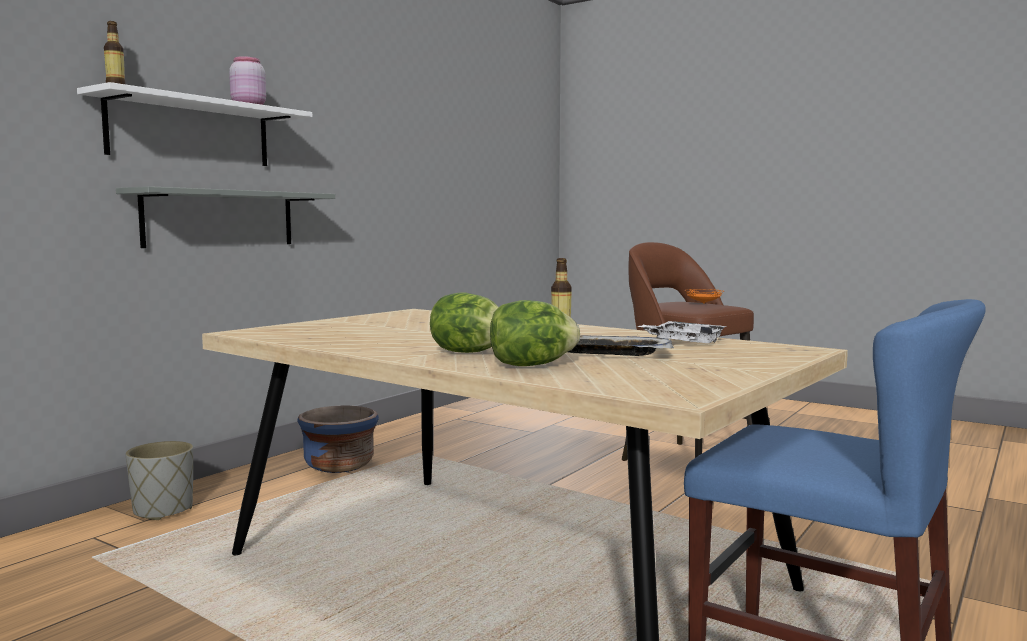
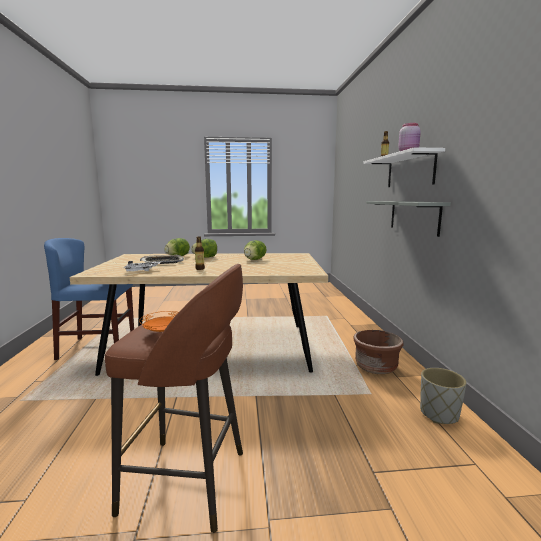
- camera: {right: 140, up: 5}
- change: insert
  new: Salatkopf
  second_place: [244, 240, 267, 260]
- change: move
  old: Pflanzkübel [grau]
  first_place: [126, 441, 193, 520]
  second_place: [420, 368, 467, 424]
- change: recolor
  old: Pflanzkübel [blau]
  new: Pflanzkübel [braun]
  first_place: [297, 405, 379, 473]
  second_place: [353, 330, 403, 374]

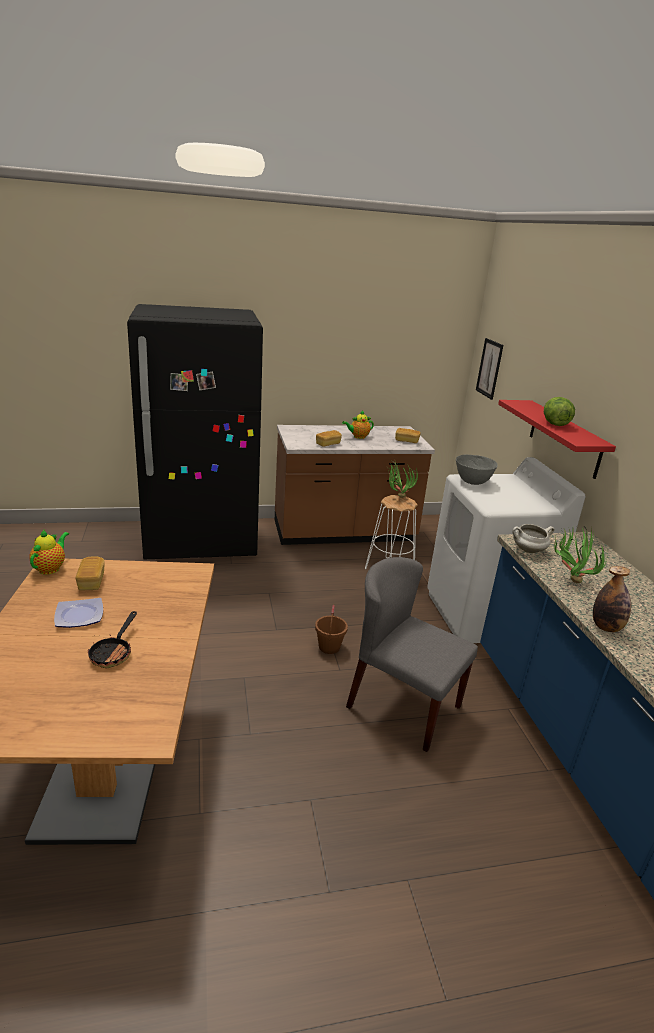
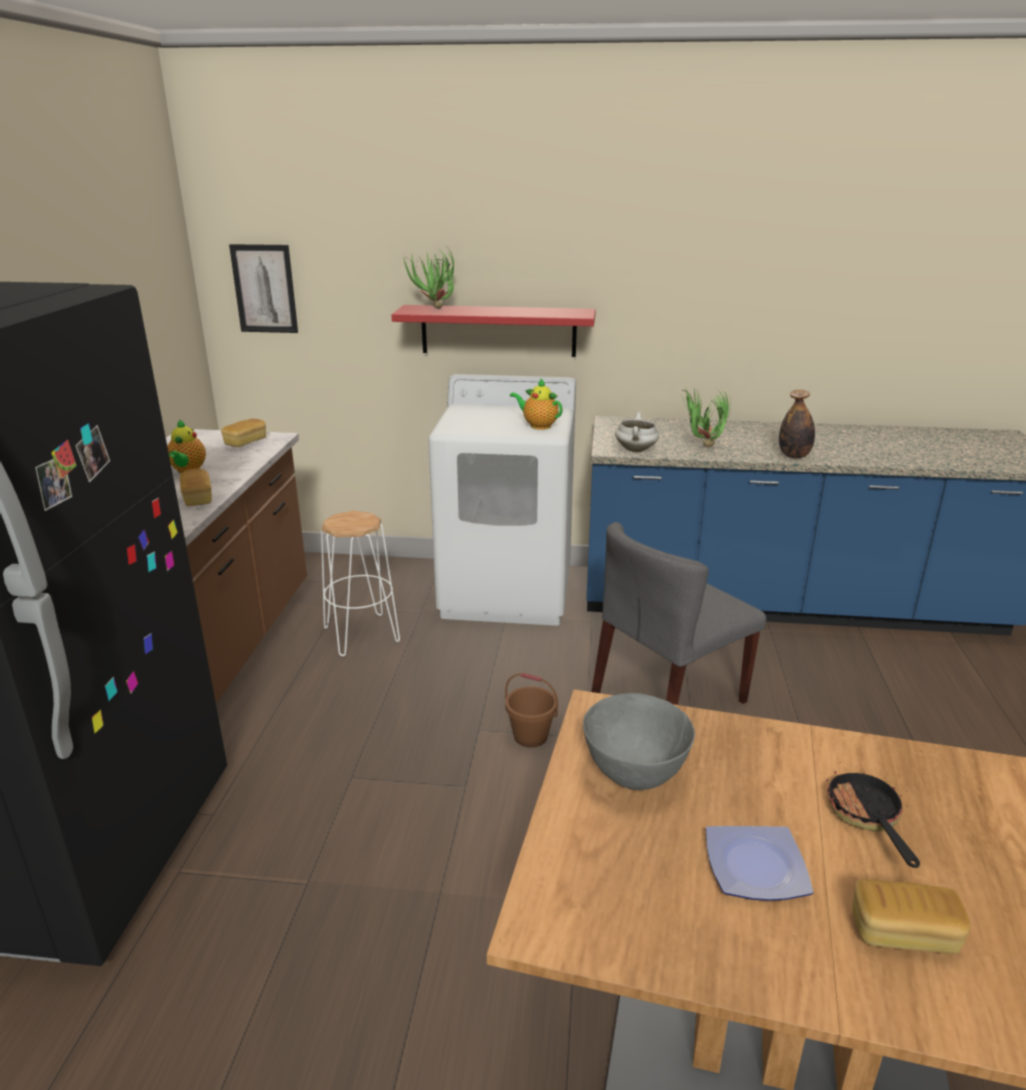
- camera: {right: -70, up: 0}
- change: delete
  old: Salatkopf
  first_place: [544, 397, 575, 426]
- change: move
  old: Teekanne
  first_place: [29, 530, 69, 575]
  second_place: [510, 378, 563, 430]
- change: move
  old: Brot
  first_place: [76, 557, 105, 590]
  second_place: [852, 879, 970, 954]
- change: move
  old: Topfpflanze
  first_place: [387, 461, 418, 498]
  second_place: [403, 250, 455, 309]
- change: move
  old: Schüssel [grau]
  first_place: [456, 455, 497, 485]
  second_place: [583, 693, 695, 790]
- change: rotate
  old: Pfanne
  first_place: [88, 611, 137, 668]
  second_place: [826, 771, 920, 868]
  degrees: -120

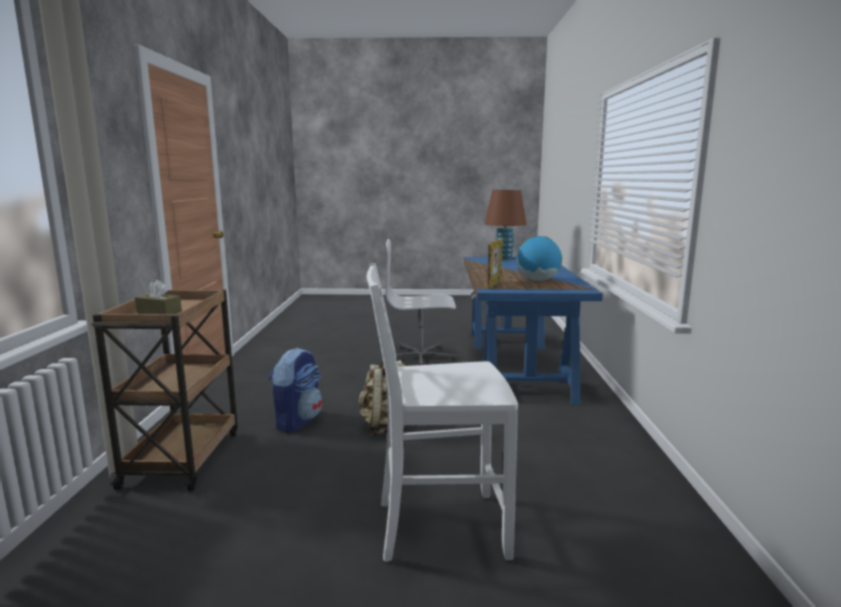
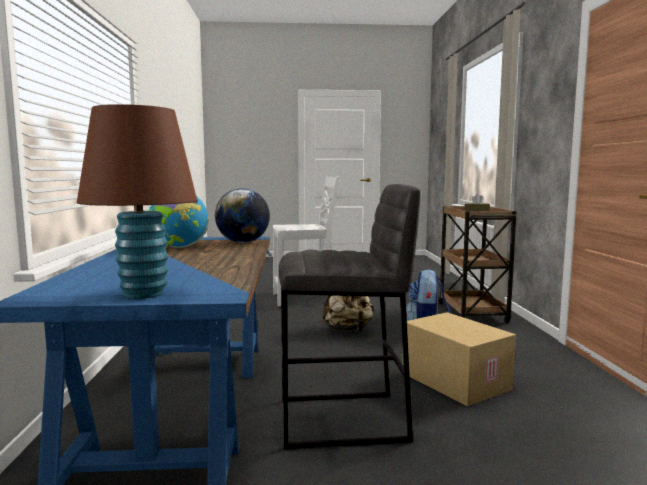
- camera: {right: 175, up: -5}
- change: insert
  new: Karton
  second_place: [402, 312, 516, 406]
- change: replace
  old: Bürostuhl [weiß]
  new: Hocker [grau]
  first_place: [386, 239, 456, 365]
  second_place: [279, 184, 421, 449]
- change: replace
  old: Bilderrahmen
  new: Globus
  first_place: [487, 238, 503, 288]
  second_place: [215, 188, 270, 243]

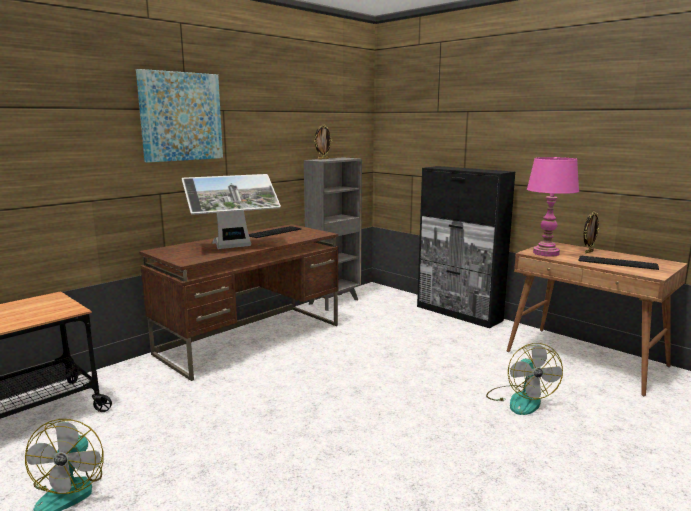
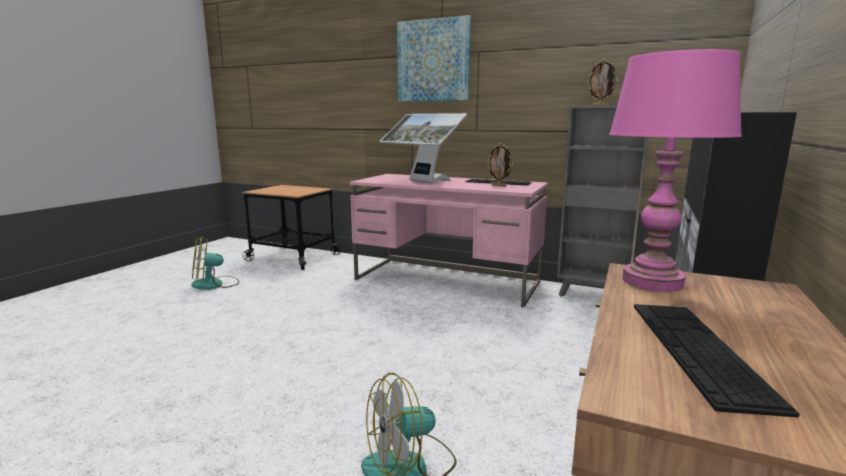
- camera: {right: 70, up: 0}
- change: move
  old: Bilderrahmen
  first_place: [583, 211, 599, 253]
  second_place: [487, 143, 513, 187]
- change: recolor
  old: Schreibtisch [braun]
  new: Schreibtisch [rosa]
  first_place: [139, 224, 338, 381]
  second_place: [350, 174, 548, 308]

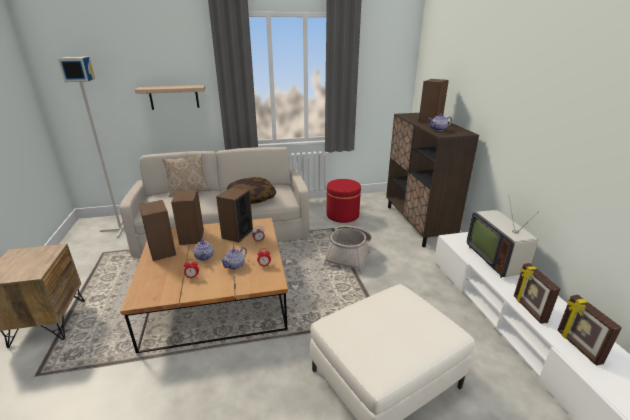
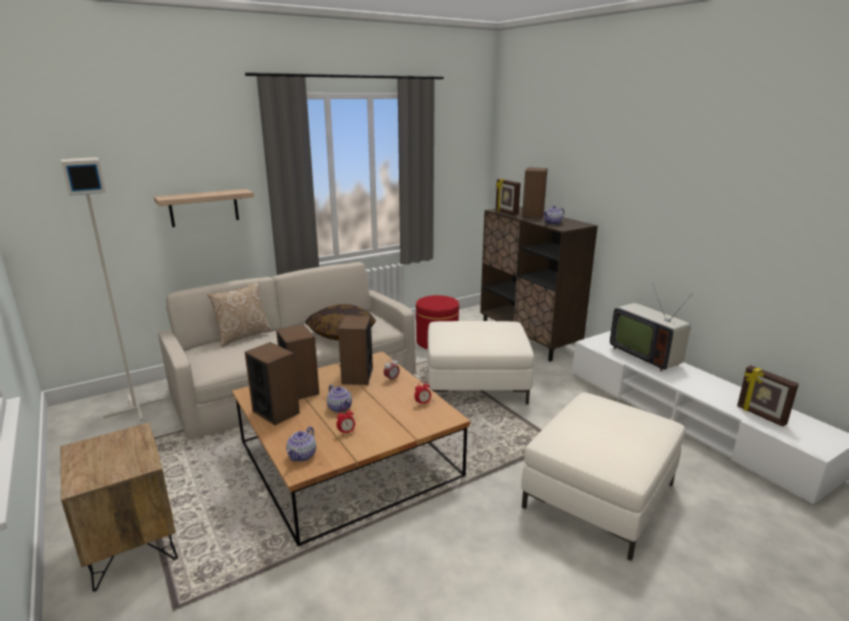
- camera: {right: -20, up: -5}
- change: move
  old: Teekanne
  first_place: [220, 247, 247, 269]
  second_place: [286, 426, 316, 462]
- change: move
  old: Bilderrahmen
  first_place: [514, 263, 560, 324]
  second_place: [496, 179, 521, 215]
- change: replace
  old: Korb
  new: Polsterhocker [weiß]
  first_place: [323, 225, 372, 273]
  second_place: [427, 321, 534, 404]

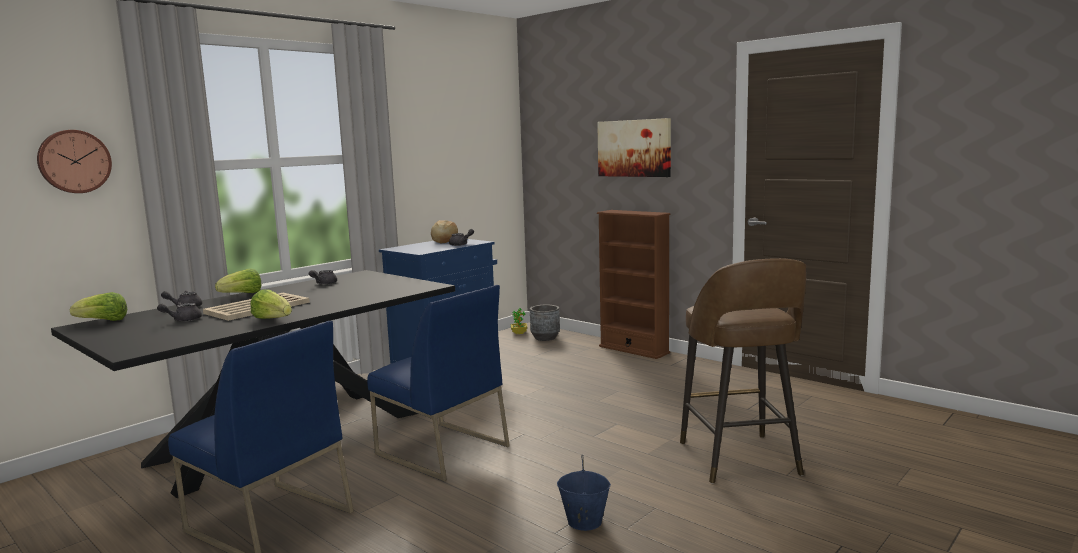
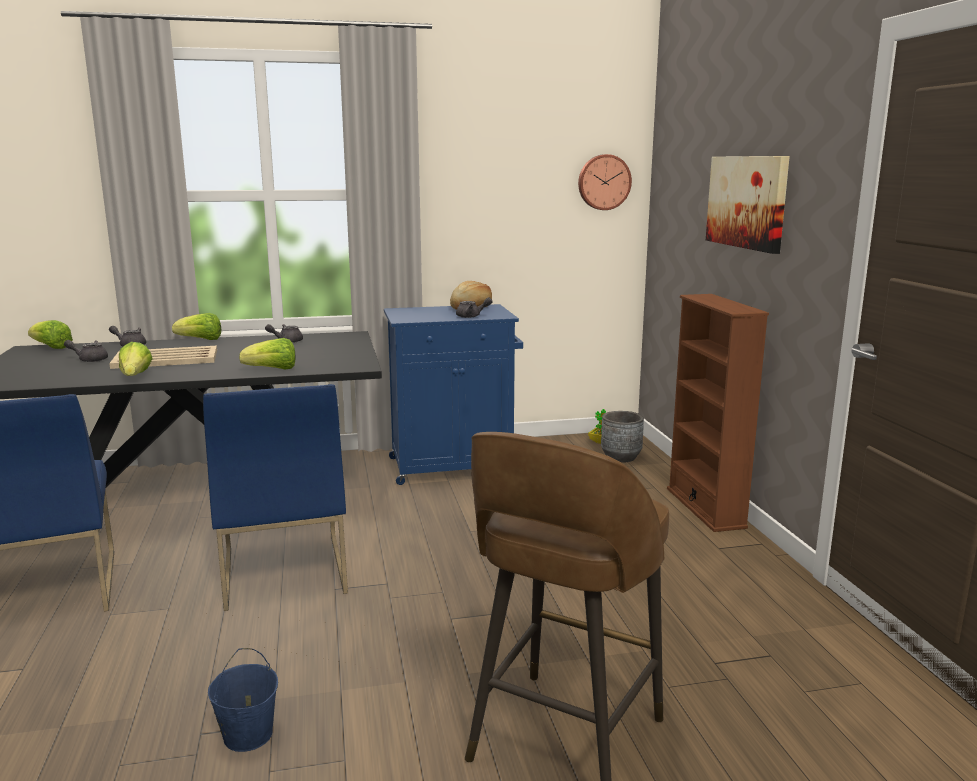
- camera: {right: 35, up: 5}
- change: insert
  new: Salatkopf
  second_place: [239, 338, 296, 369]
- change: move
  old: Wanduhr
  first_place: [37, 130, 112, 193]
  second_place: [578, 154, 632, 210]

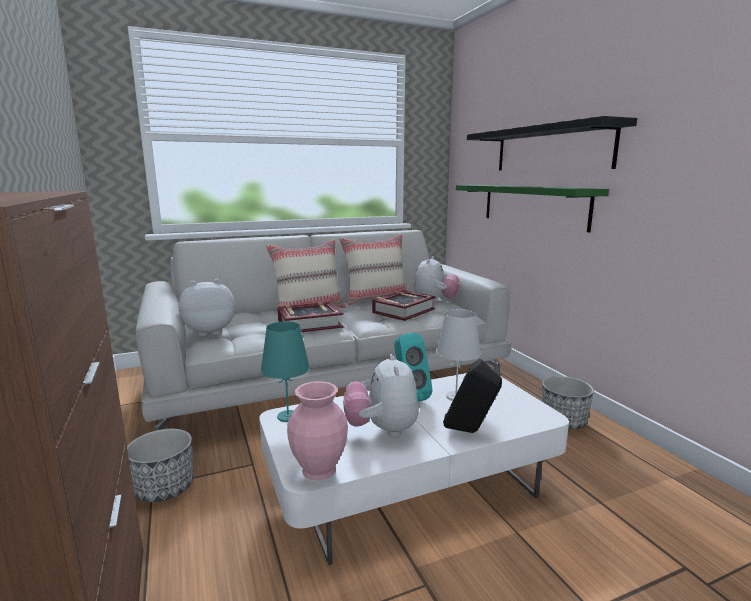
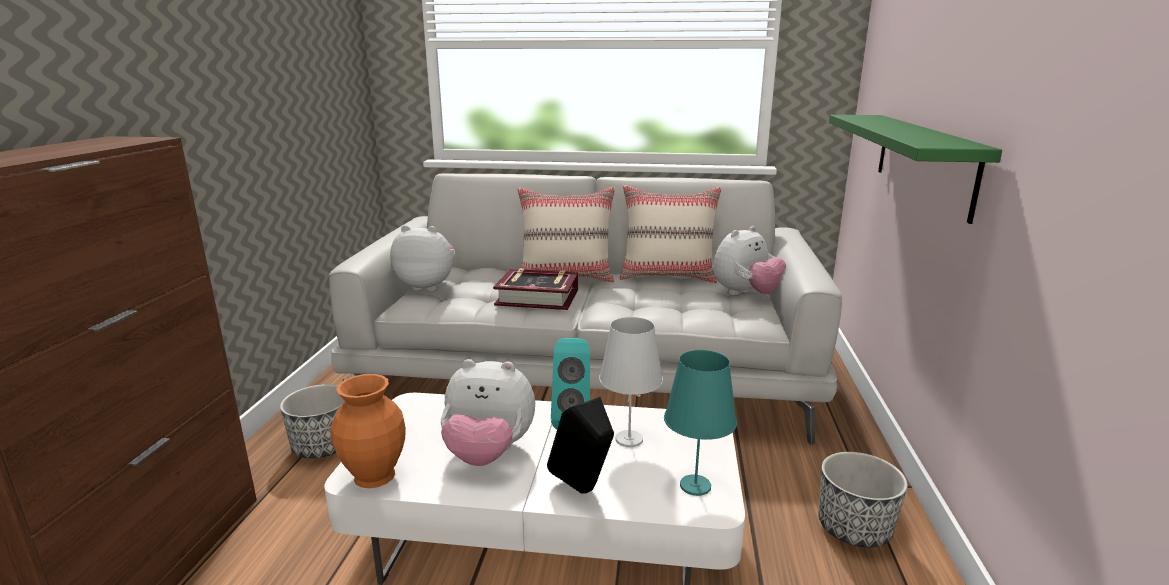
- camera: {right: 30, up: 5}
- change: delete
  old: Buch
  first_place: [372, 290, 436, 321]
- change: delete
  old: Wandregal [schwarz]
  first_place: [467, 116, 637, 170]
- change: move
  old: Tischlampe [türkis]
  first_place: [260, 321, 310, 422]
  second_place: [664, 350, 737, 496]
- change: recolor
  old: Vase [rosa]
  new: Vase [orange]
  first_place: [287, 381, 348, 481]
  second_place: [331, 374, 406, 488]
- change: rotate
  old: Plüschtier
  first_place: [343, 354, 419, 437]
  second_place: [441, 359, 535, 466]
  degrees: -105

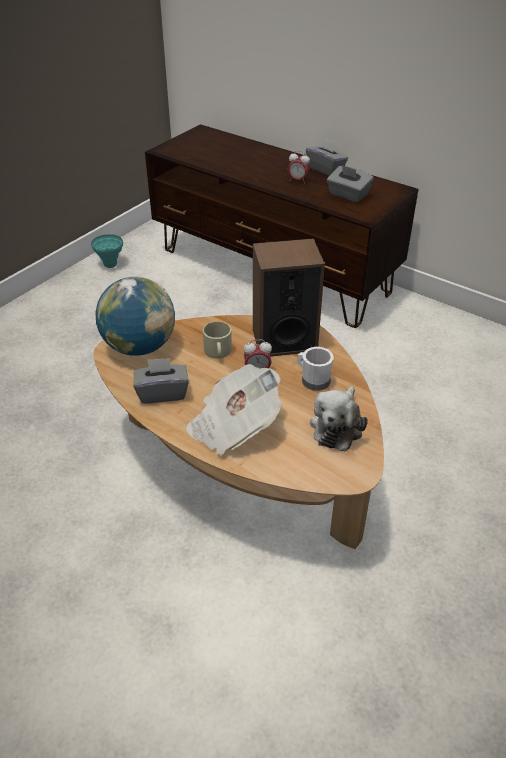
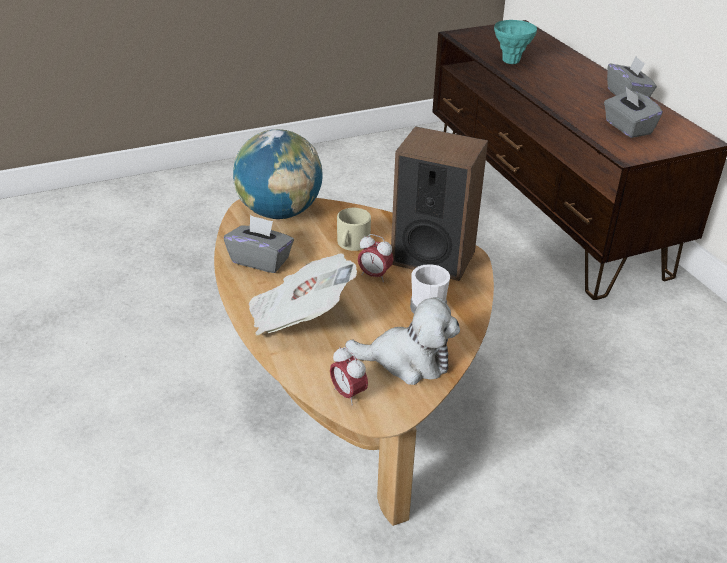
- camera: {right: 30, up: -5}
- change: move
  old: Vase [türkis]
  first_place: [91, 234, 123, 268]
  second_place: [494, 20, 537, 64]
- change: move
  old: Wecker
  first_place: [288, 151, 310, 183]
  second_place: [330, 347, 368, 405]
- change: rotate
  old: Plüschtier
  first_place: [310, 386, 368, 451]
  second_place: [345, 297, 460, 385]
  degrees: -135

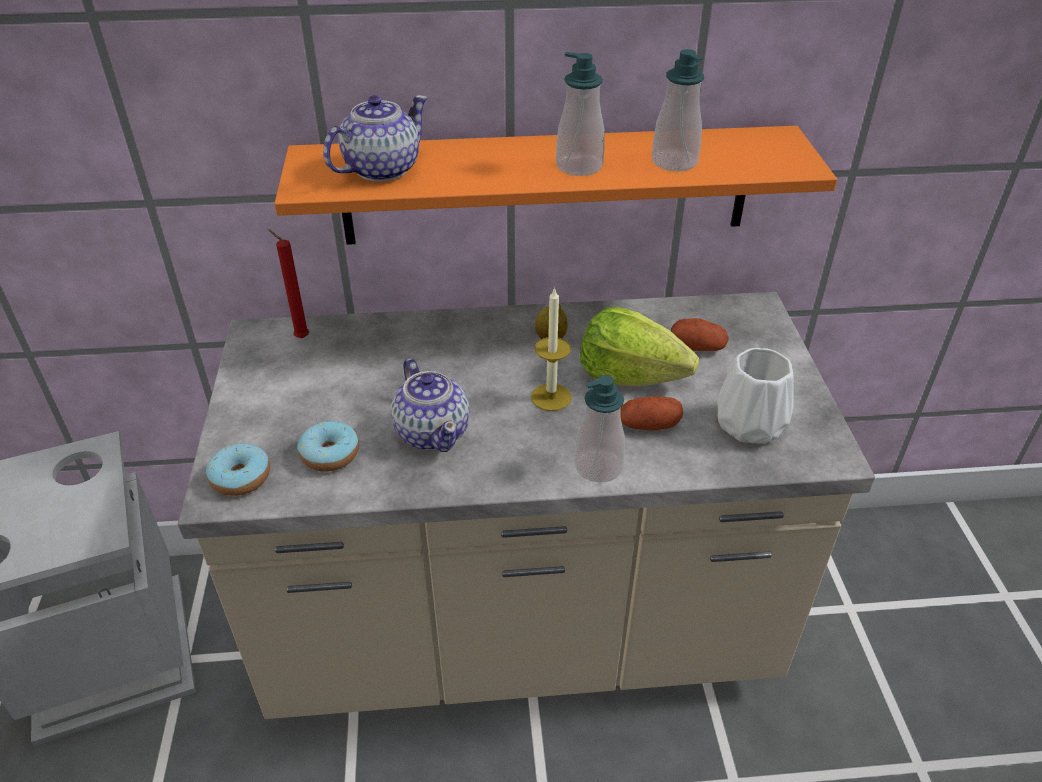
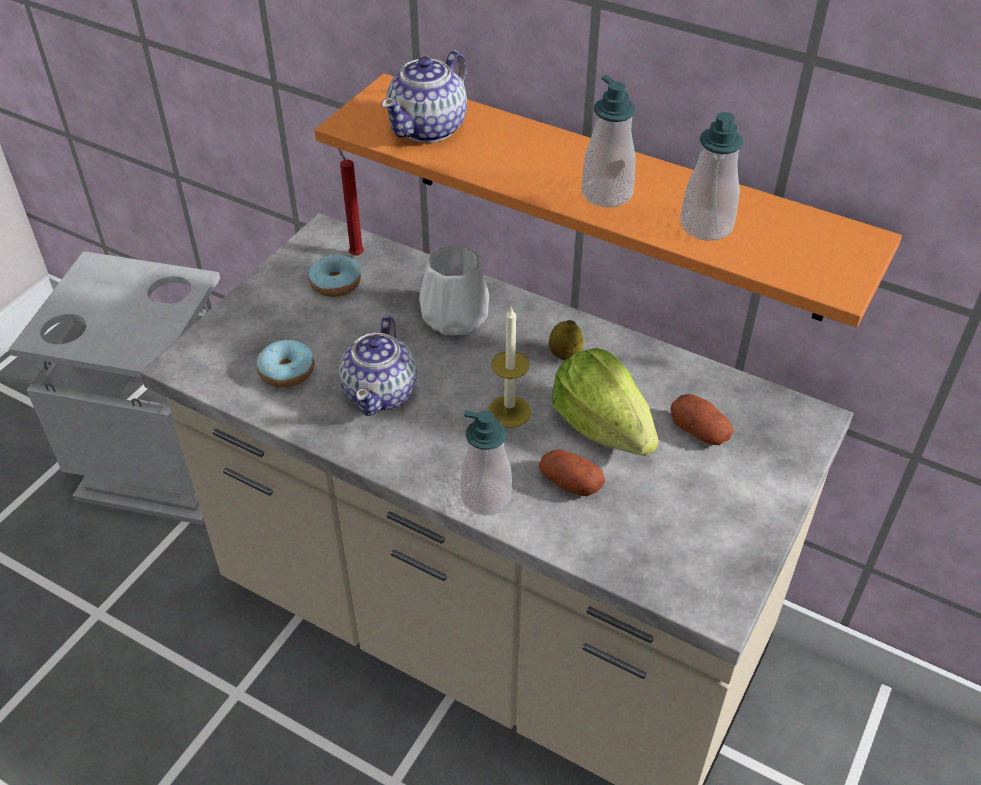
- camera: {right: 35, up: 5}
- change: move
  old: Donut
  first_place: [206, 443, 270, 496]
  second_place: [308, 254, 361, 297]
- change: move
  old: Vase [weiß]
  first_place: [717, 348, 794, 444]
  second_place: [419, 245, 489, 335]
- change: rotate
  old: Teekanne
  first_place: [323, 95, 428, 182]
  second_place: [382, 50, 468, 143]
  degrees: 135

